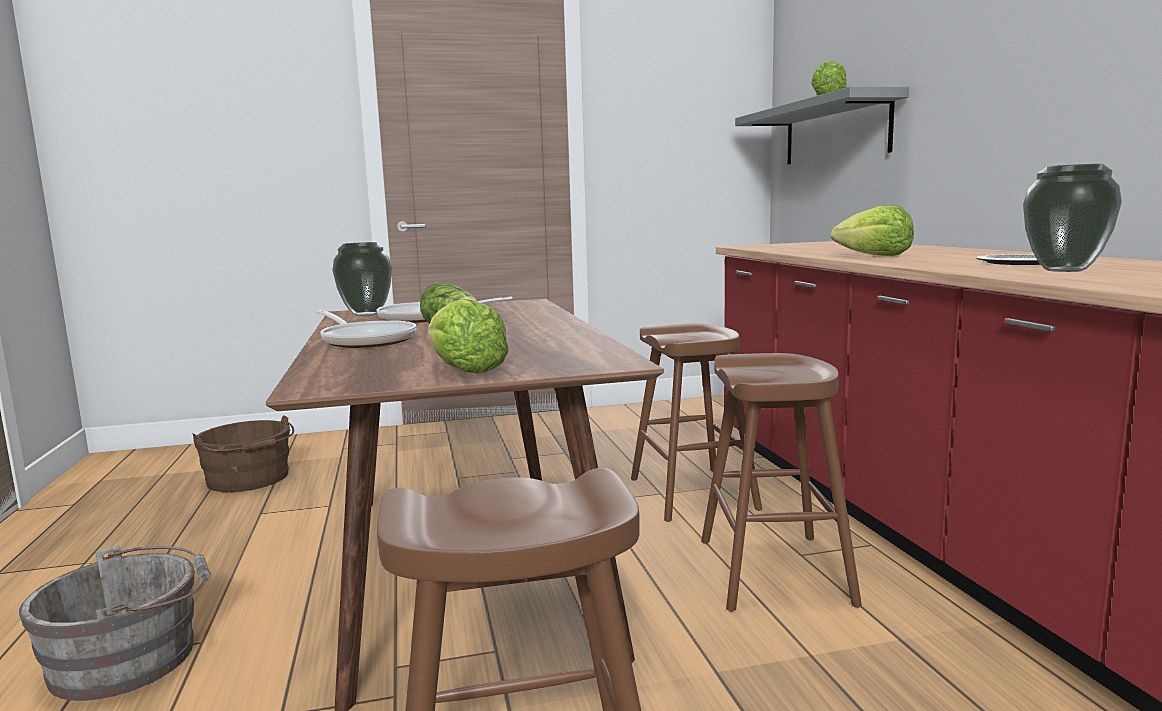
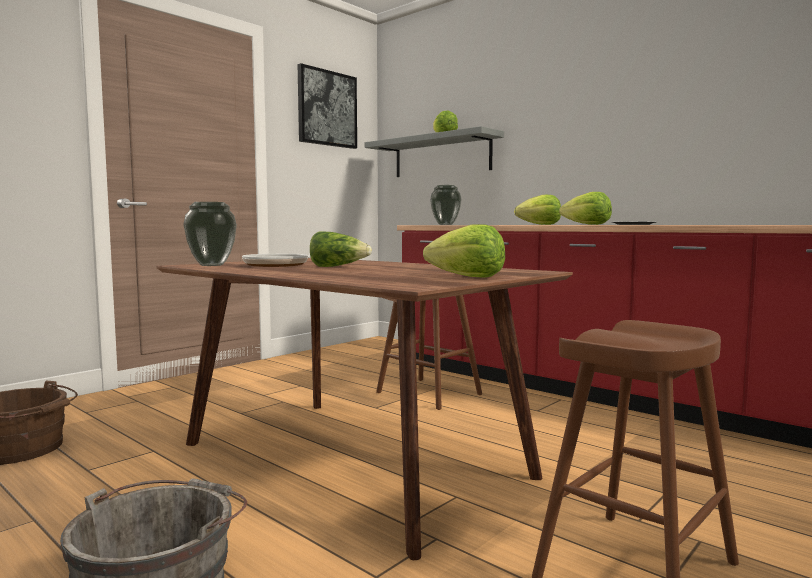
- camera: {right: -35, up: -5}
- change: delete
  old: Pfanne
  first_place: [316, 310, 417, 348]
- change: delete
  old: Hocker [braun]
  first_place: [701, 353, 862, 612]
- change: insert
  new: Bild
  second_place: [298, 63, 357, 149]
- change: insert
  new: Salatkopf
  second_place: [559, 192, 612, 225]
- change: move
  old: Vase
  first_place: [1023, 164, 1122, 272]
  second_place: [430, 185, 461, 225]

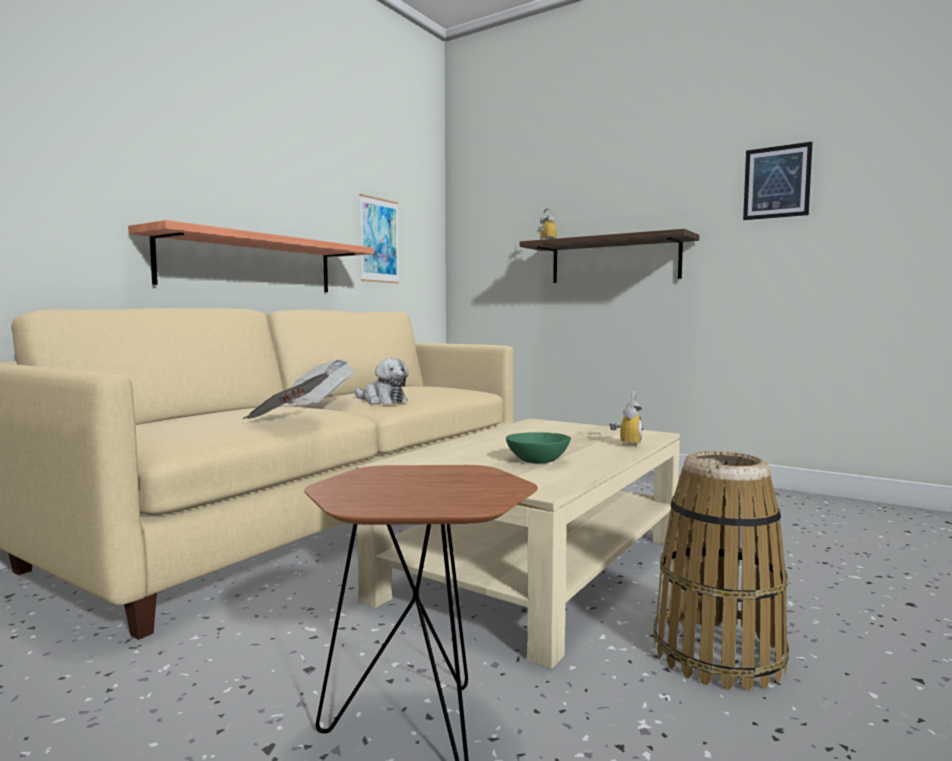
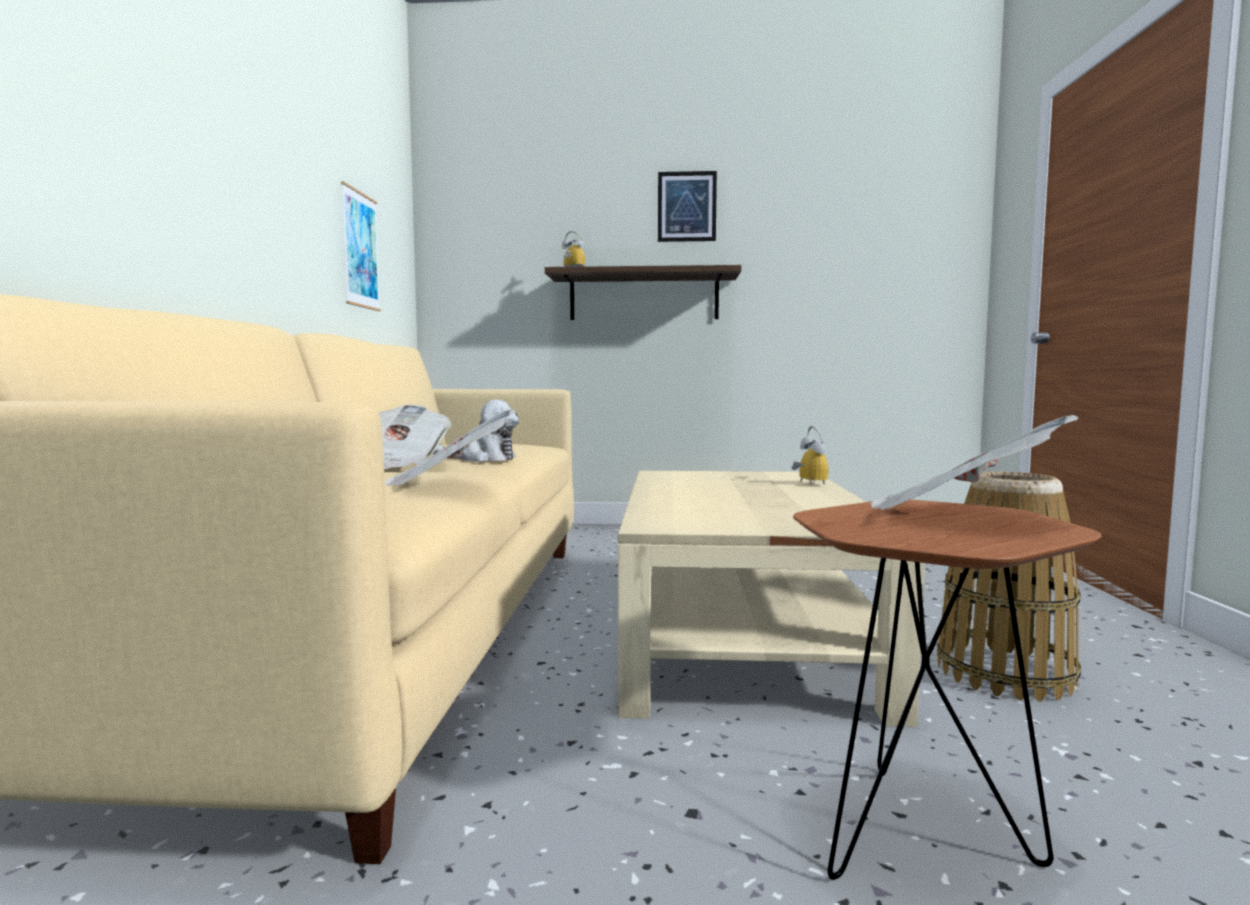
- camera: {right: -30, up: 0}
- change: delete
  old: Wandregal
  first_place: [128, 220, 374, 292]
- change: delete
  old: Schüssel [grün]
  first_place: [506, 432, 571, 463]
- change: insert
  new: Zeitung
  second_place: [870, 415, 1078, 511]
- change: move
  old: Bild
  first_place: [743, 142, 813, 220]
  second_place: [658, 171, 717, 242]

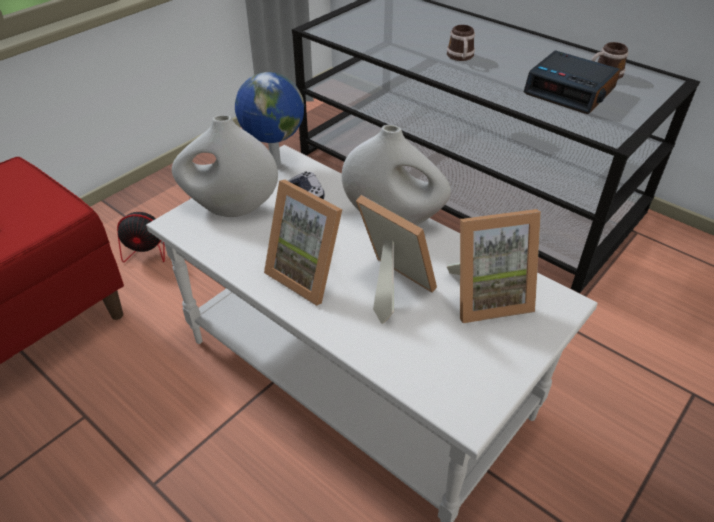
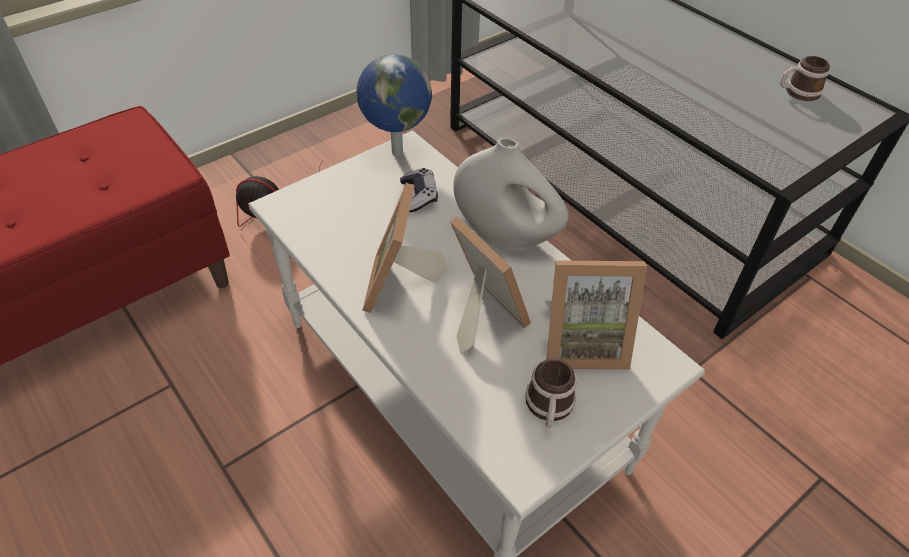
- camera: {right: 10, up: 5}
- change: delete
  old: Vase [weiß]
  first_place: [172, 115, 278, 217]
- change: delete
  old: Wecker
  first_place: [524, 50, 621, 114]
- change: move
  old: Henkelbecher
  first_place: [447, 25, 475, 61]
  second_place: [526, 359, 577, 428]
- change: rotate
  old: Bilderrahmen
  first_place: [264, 180, 342, 306]
  second_place: [362, 183, 447, 313]
  degrees: 45

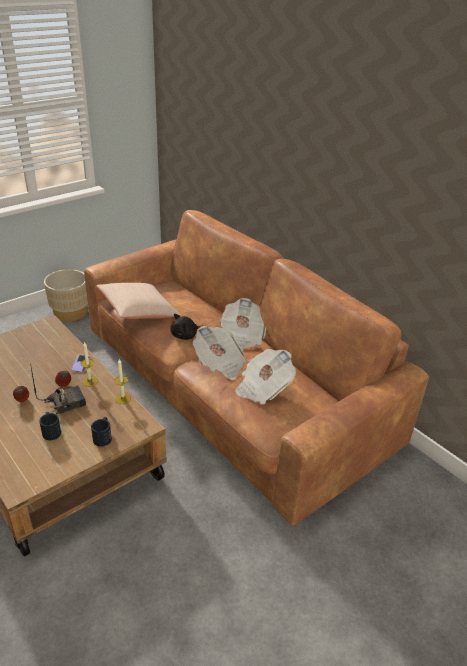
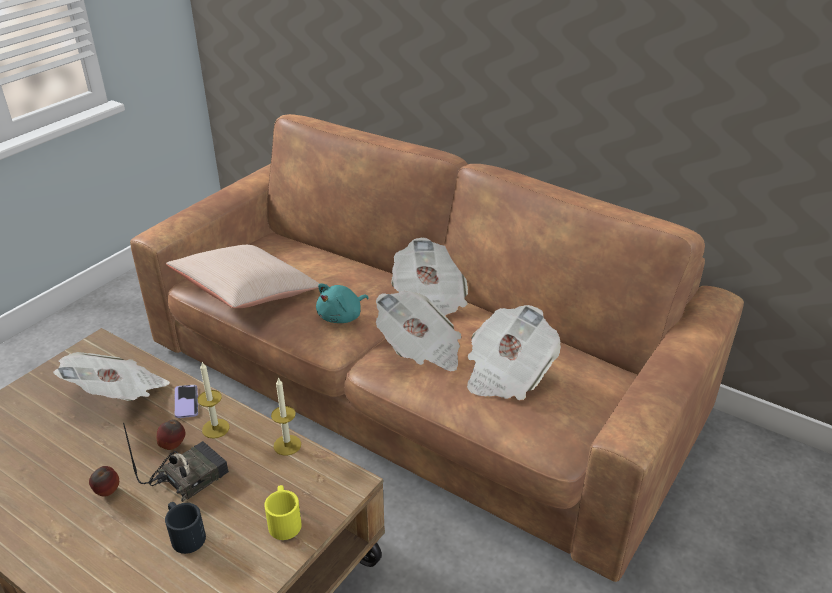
- camera: {right: -15, up: 0}
- change: delete
  old: Pflanzkübel [beige]
  first_place: [44, 269, 88, 322]
- change: insert
  new: Zeitung
  second_place: [53, 352, 170, 401]
- change: recolor
  old: Henkelbecher [schwarz]
  new: Henkelbecher [gelb]
  first_place: [91, 417, 112, 447]
  second_place: [264, 485, 302, 540]
- change: recolor
  old: Plüschtier [schwarz]
  new: Plüschtier [türkis]
  first_place: [170, 314, 203, 340]
  second_place: [316, 283, 369, 323]

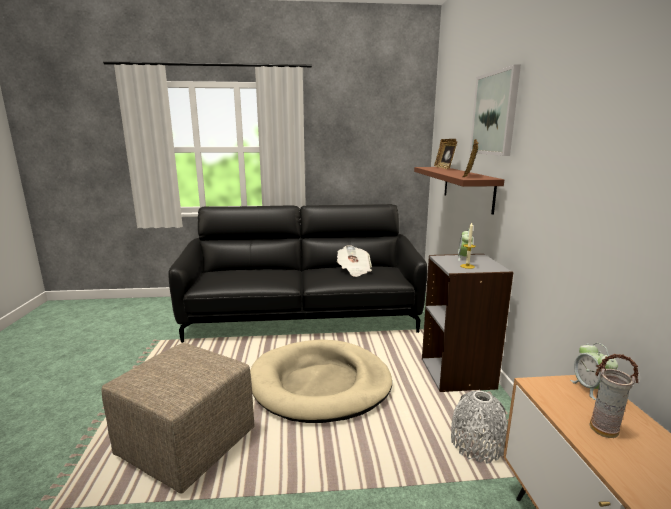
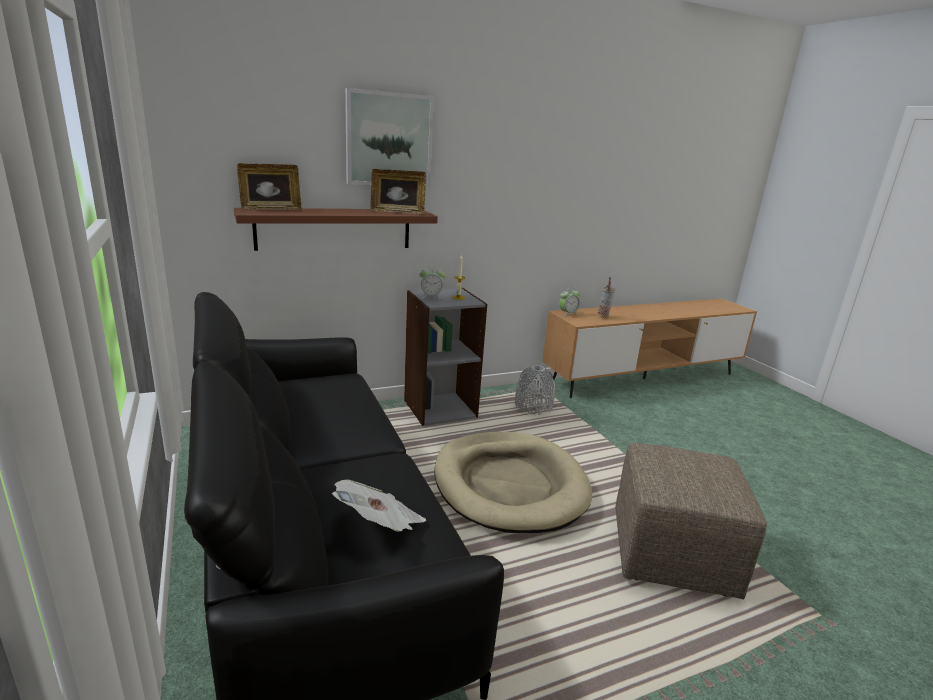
- camera: {right: -110, up: 5}
- change: move
  old: Zeitung
  first_place: [337, 245, 372, 277]
  second_place: [332, 480, 426, 532]

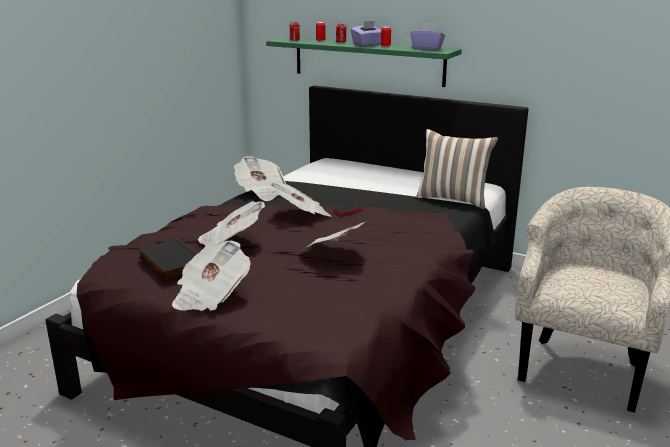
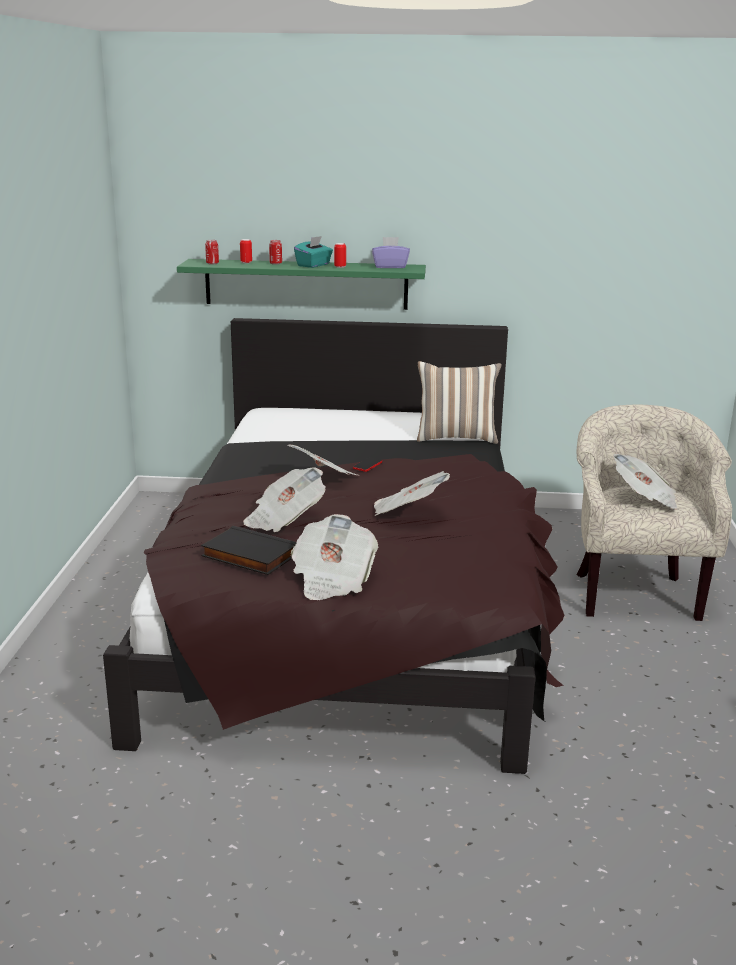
- camera: {right: -25, up: 0}
- change: move
  old: Zeitung
  first_place: [234, 156, 286, 201]
  second_place: [613, 453, 677, 509]
- change: recolor
  old: Taschentuchbox [lila]
  new: Taschentuchbox [türkis]
  first_place: [351, 21, 381, 46]
  second_place: [294, 236, 333, 268]

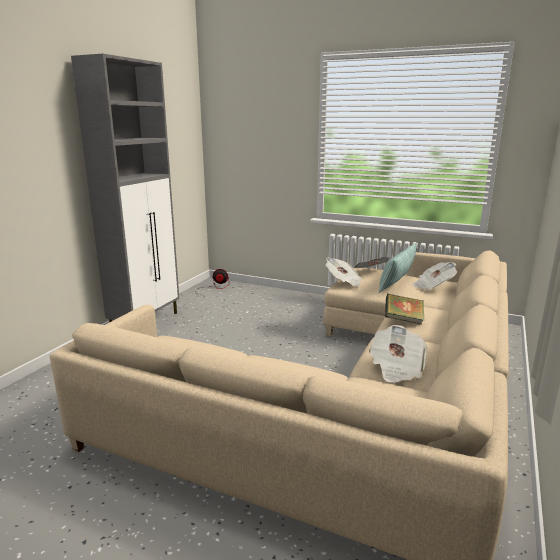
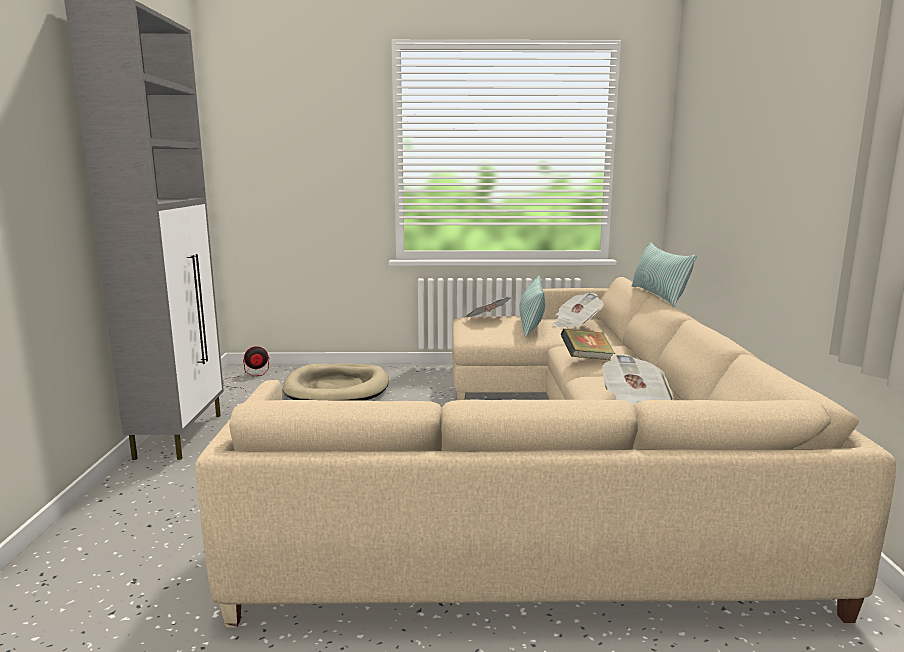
- camera: {right: -25, up: -5}
- change: delete
  old: Zeitung
  first_place: [326, 257, 362, 287]
- change: insert
  new: Hundebett [beige]
  second_place: [283, 363, 389, 401]
- change: insert
  new: Kissen
  second_place: [632, 242, 697, 307]

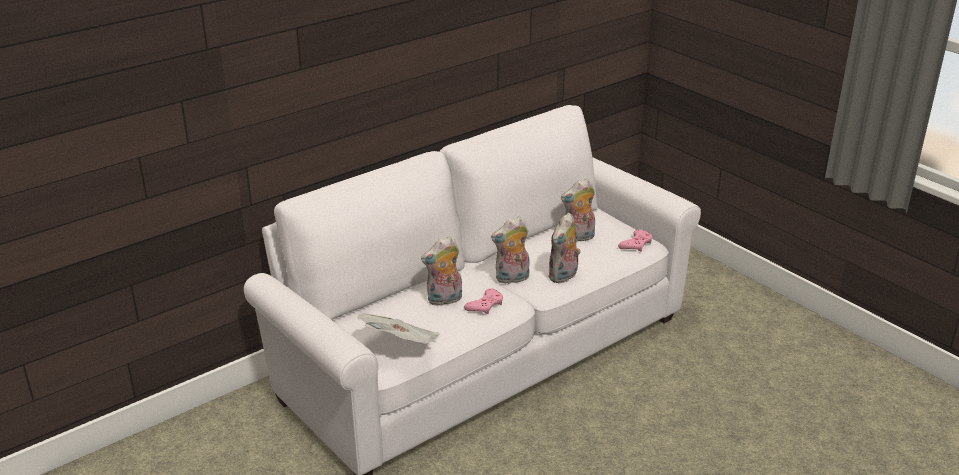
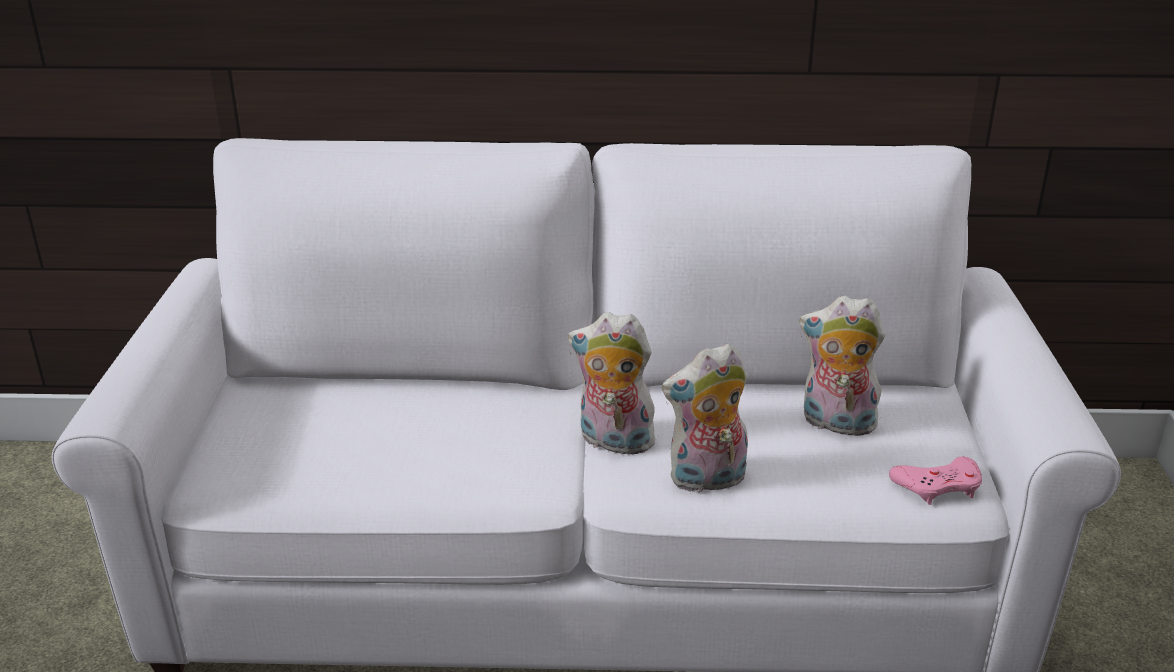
- camera: {right: 40, up: 0}
- change: delete
  old: Zeitung
  first_place: [357, 313, 440, 344]
- change: delete
  old: Plüschtier
  first_place: [421, 236, 462, 306]
- change: delete
  old: Gamepad [rosa]
  first_place: [464, 289, 503, 314]

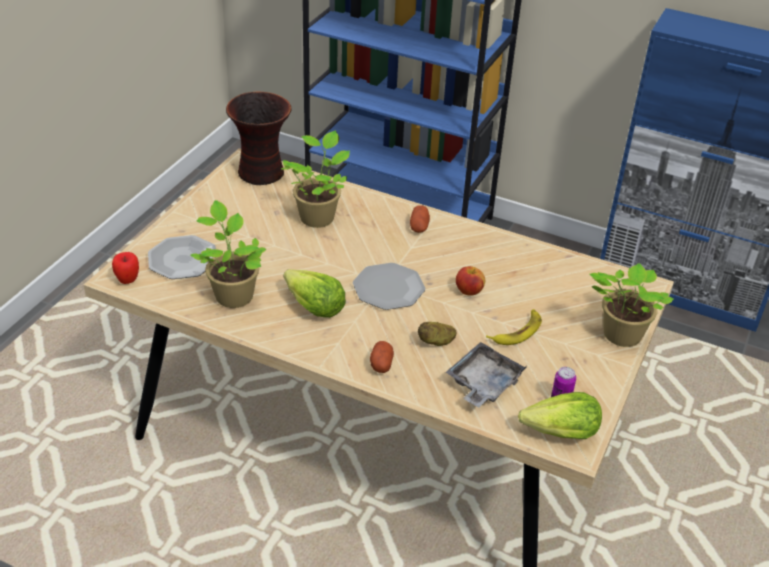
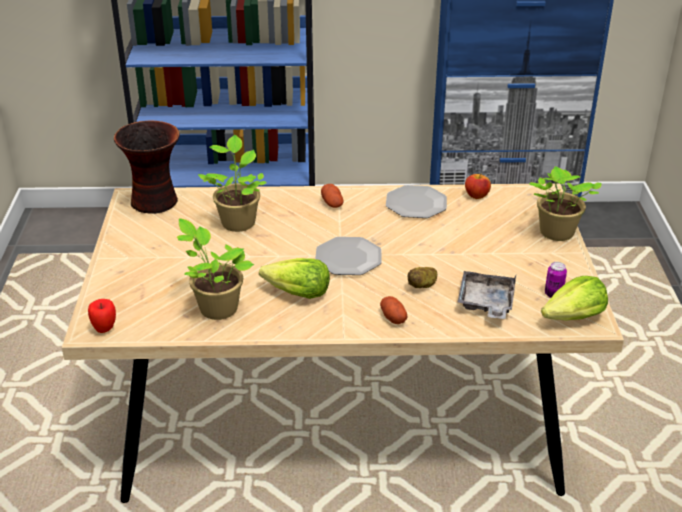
- camera: {right: -25, up: -5}
- change: delete
  old: Banane
  first_place: [486, 309, 542, 345]
- change: move
  old: Teller
  first_place: [148, 235, 216, 279]
  second_place: [386, 185, 447, 218]
- change: move
  old: Apfel
  first_place: [456, 266, 485, 296]
  second_place: [465, 174, 491, 199]

